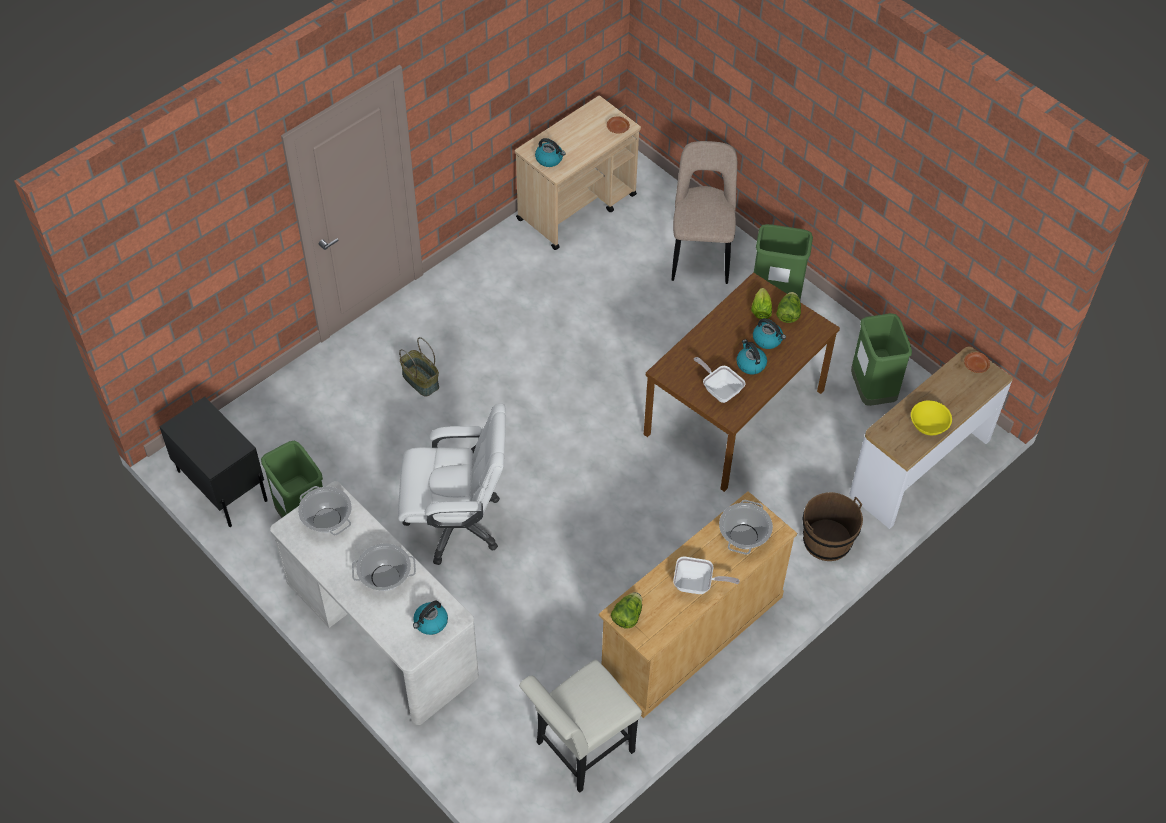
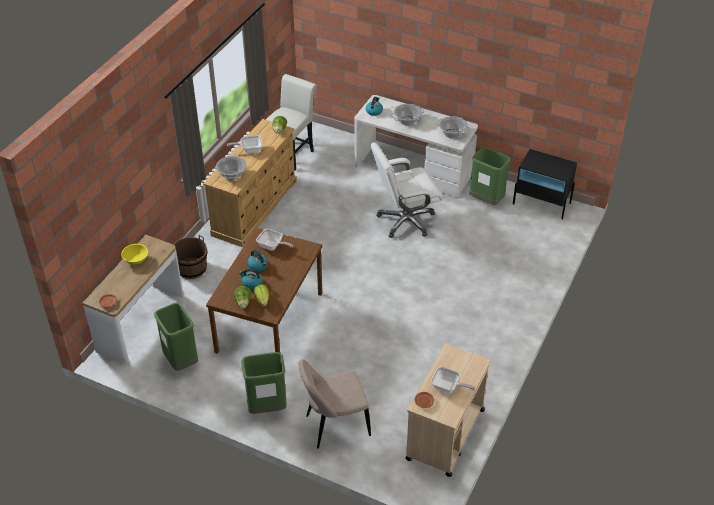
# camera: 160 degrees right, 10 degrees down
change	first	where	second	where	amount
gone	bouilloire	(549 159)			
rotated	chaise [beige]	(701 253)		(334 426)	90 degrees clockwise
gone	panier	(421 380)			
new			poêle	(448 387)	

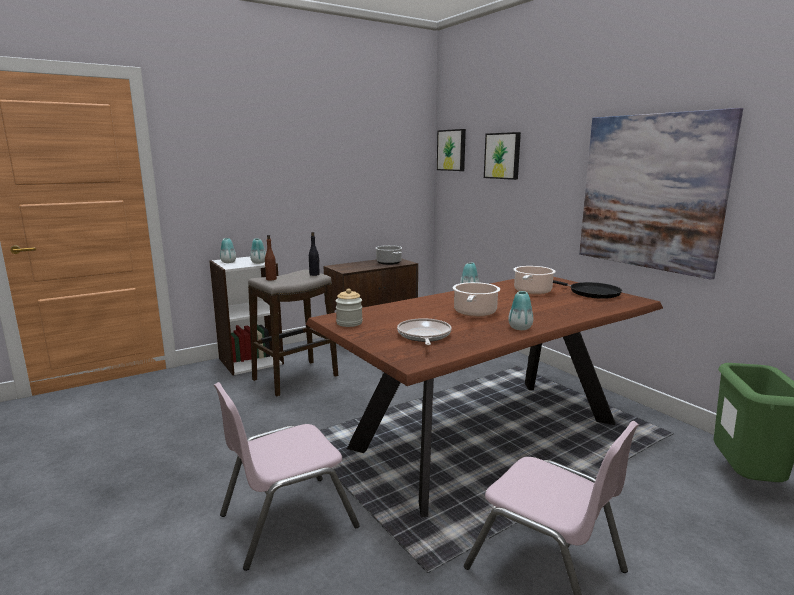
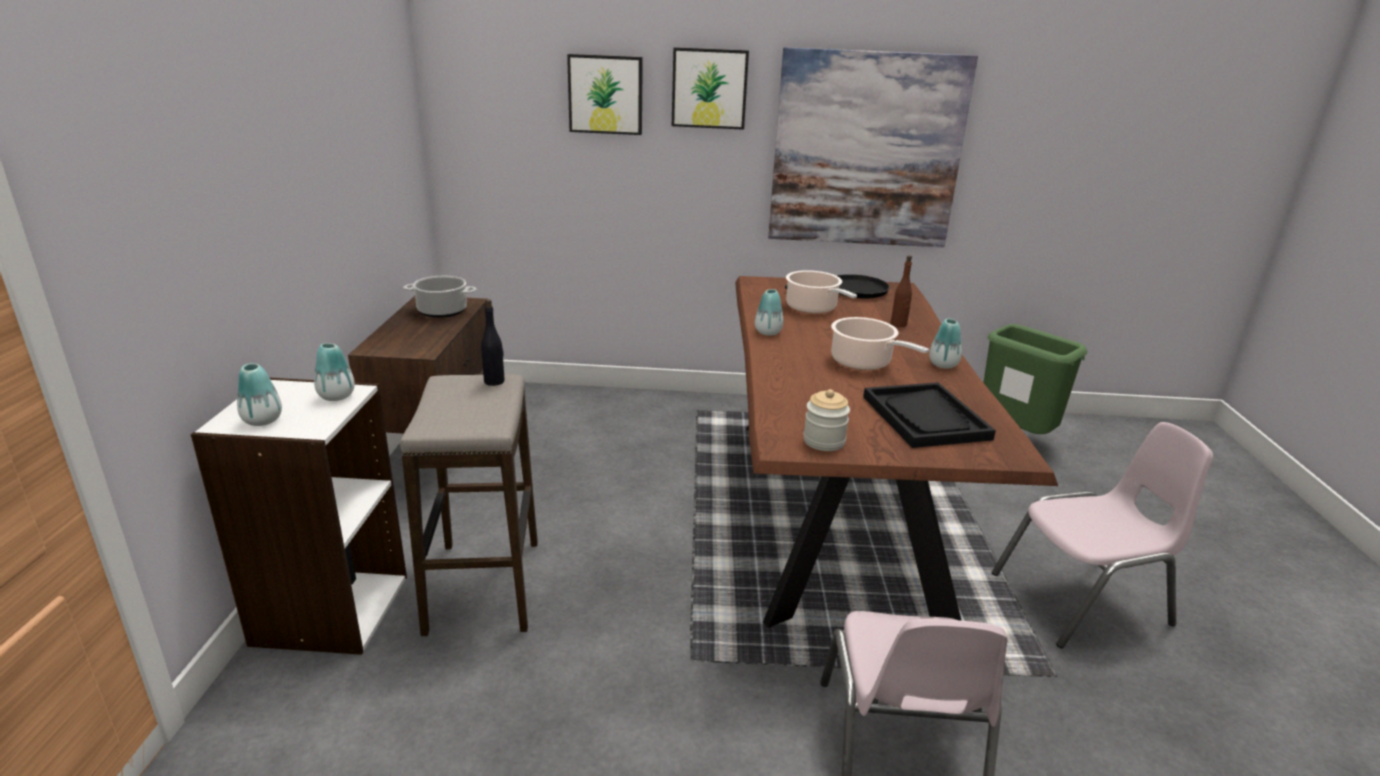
# camera: 55 degrees left, 10 degrees up
change	first	where	second	where	amount
shifted	tableau	(452 150)		(709 88)	
shifted	bouteille [marron]	(271 279)		(898 324)	
swapped	poêle	(424 336)	plateau [noir]	(925 418)	

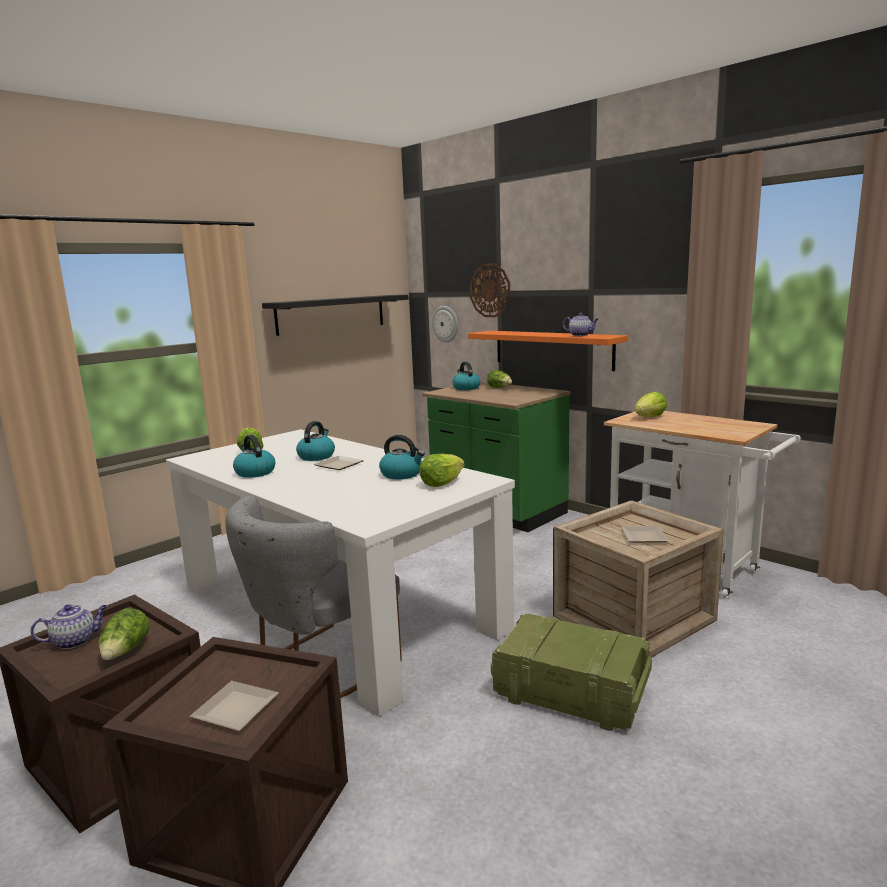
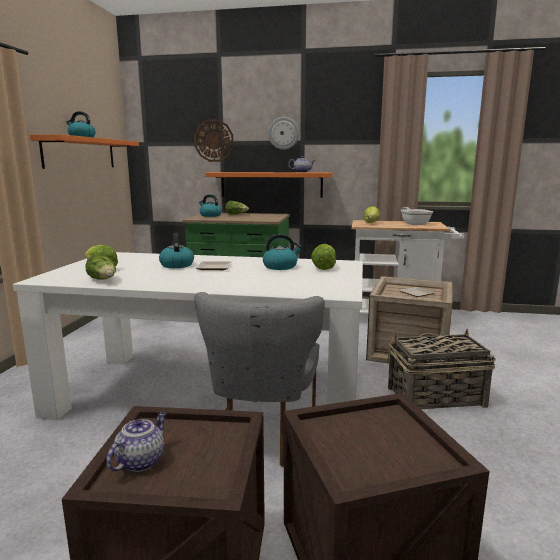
# camera: 35 degrees left, 0 degrees up
change	first	where	second	where	amount
repainted	étagère [noir]	(331 314)	étagère [orange]	(80 153)	
shifted	horloge murale	(445 324)		(283 133)	
shifted	bouilloire	(254 472)		(81 137)	
shifted	laitue	(125 651)		(103 280)	
swapped	caisse	(568 692)	panier	(434 397)	
gone	assiette	(236 711)			
new			poêle	(414 223)	

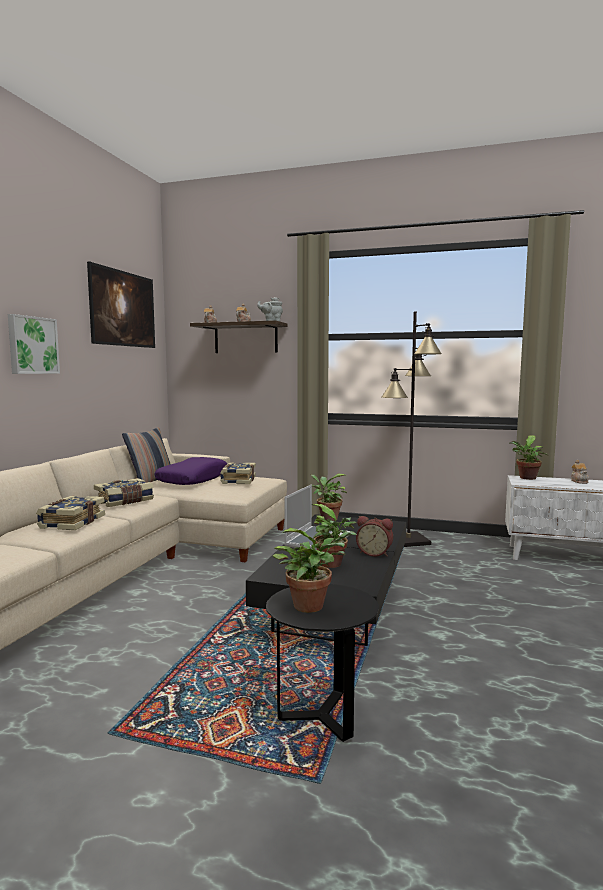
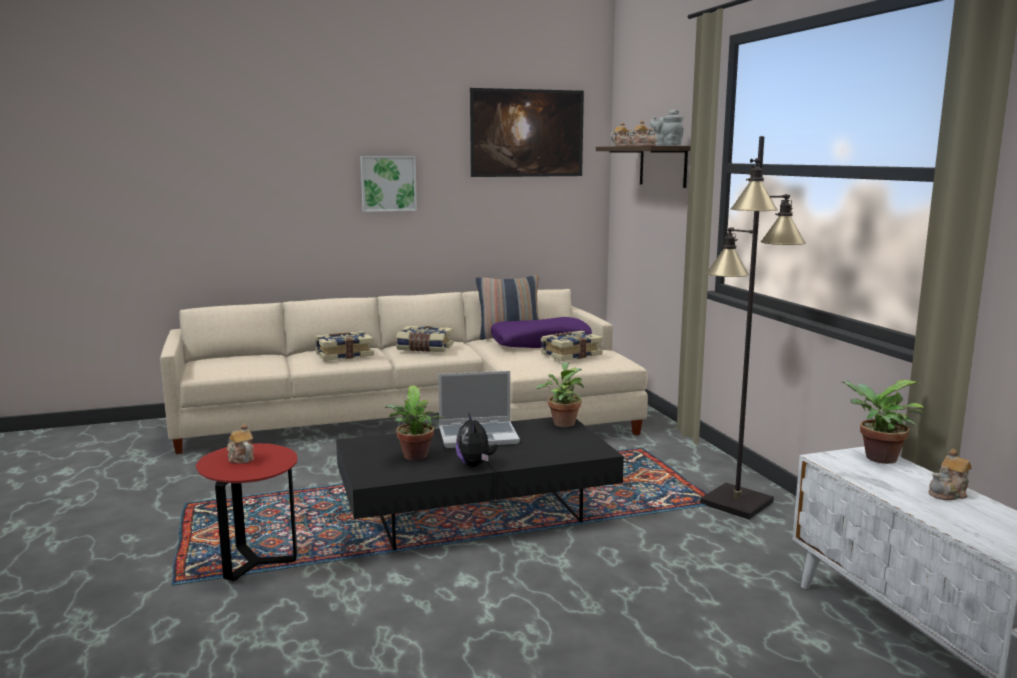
# camera: 55 degrees right, 5 degrees up
change	first	where	second	where	amount
swapped	réveil	(374 553)	peluche	(475 465)	
swapped	plante en pot	(312 605)	théière	(240 458)	
repainted	table d'appoint [noir]	(321 717)	table d'appoint [rouge]	(255 563)	

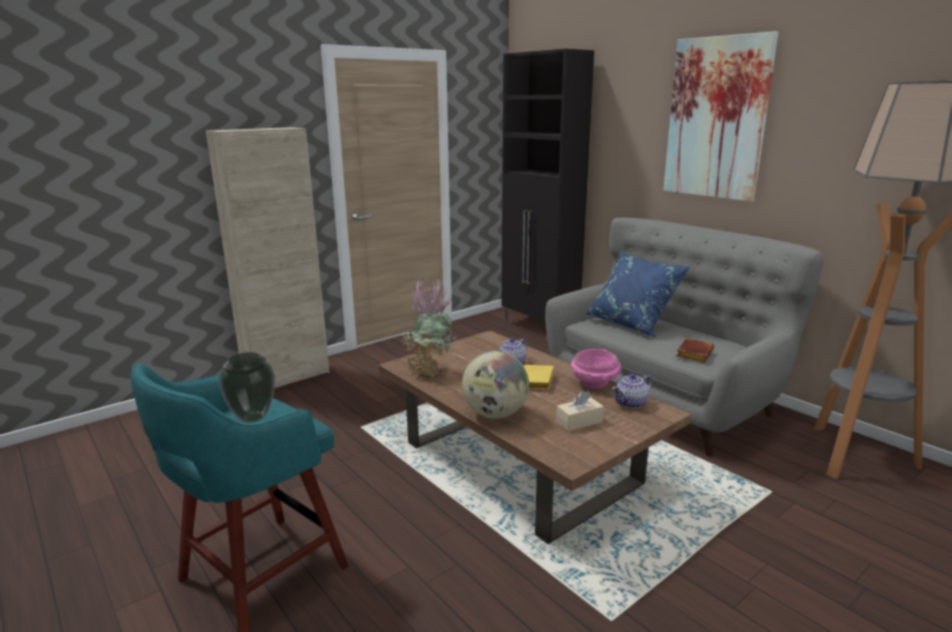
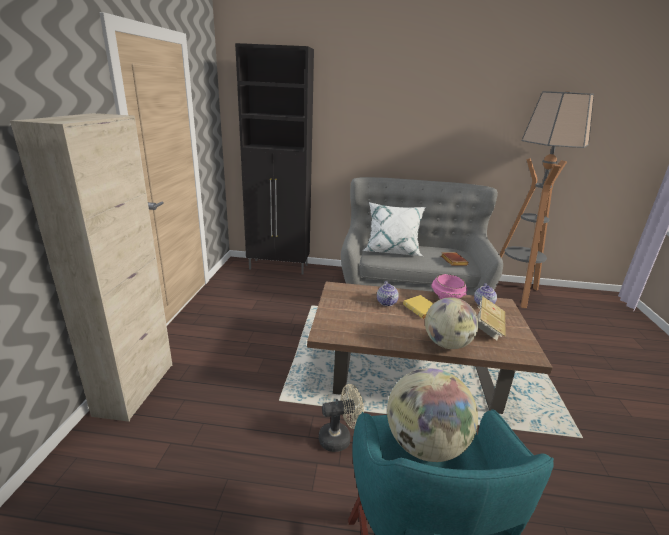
# camera: 45 degrees left, 5 degrees up
change	first	where	second	where	amount
gone	tableau	(716 119)			
repainted	coussin [bleu]	(632 324)	coussin [blanc]	(392 250)	
gone	plante en pot	(429 371)			
swapped	vase	(251 418)	globe	(424 445)	
swapped	boîte à mouchoirs [beige]	(579 421)	livre	(488 327)	
new			ventilateur [beige]	(340 438)	

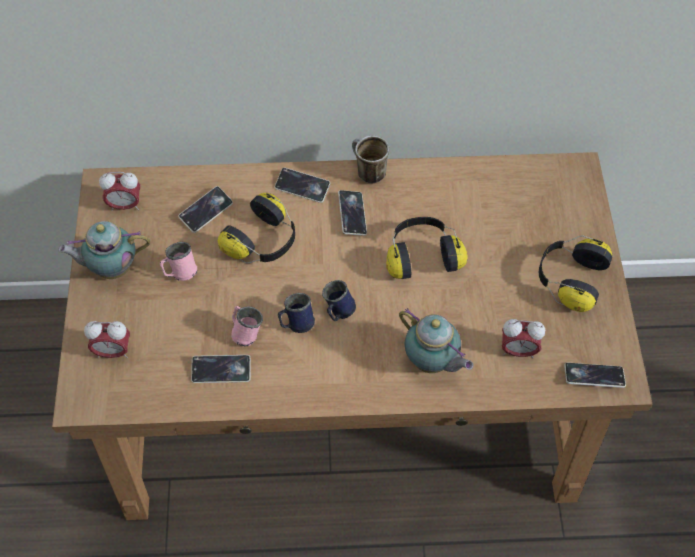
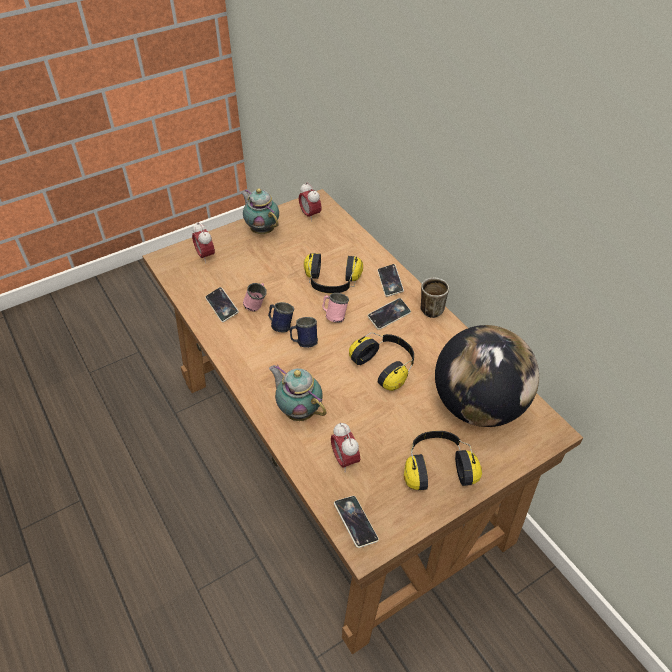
# camera: 60 degrees right, 10 degrees down
change	first	where	second	where	amount
gone	téléphone	(206 211)			
shifted	mug [rose]	(180 272)		(334 316)	
rotated	théière	(432 362)		(298 410)	120 degrees clockwise
new			globe	(478 406)	

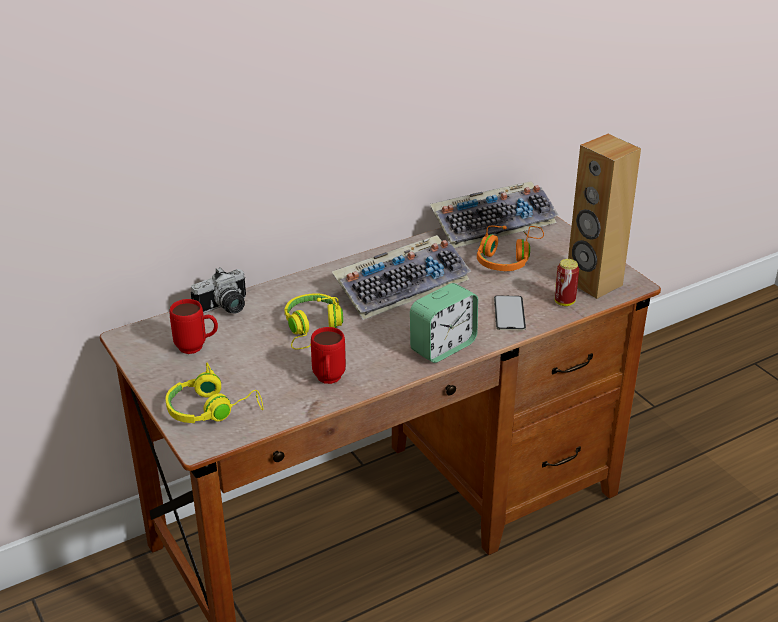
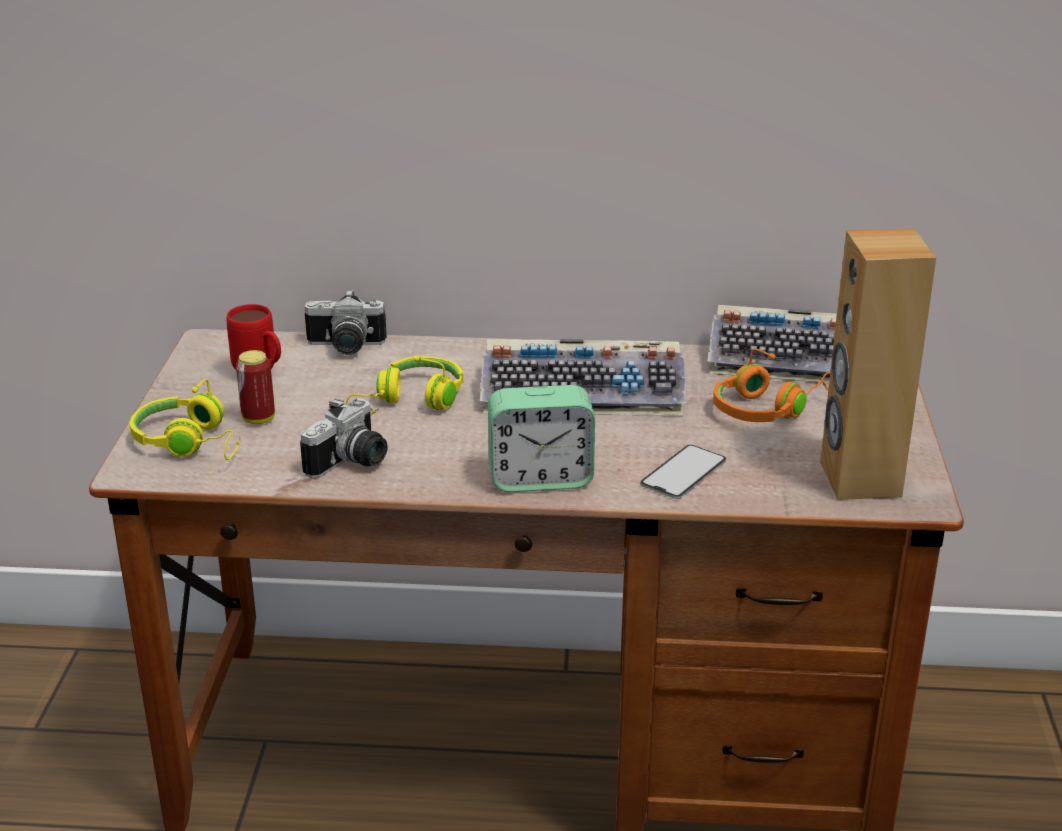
# camera: 35 degrees right, 5 degrees down
change	first	where	second	where	amount
shifted	boîte métallique	(564 302)		(258 419)	
swapped	mug [rouge]	(328 381)	appareil photo	(352 463)	

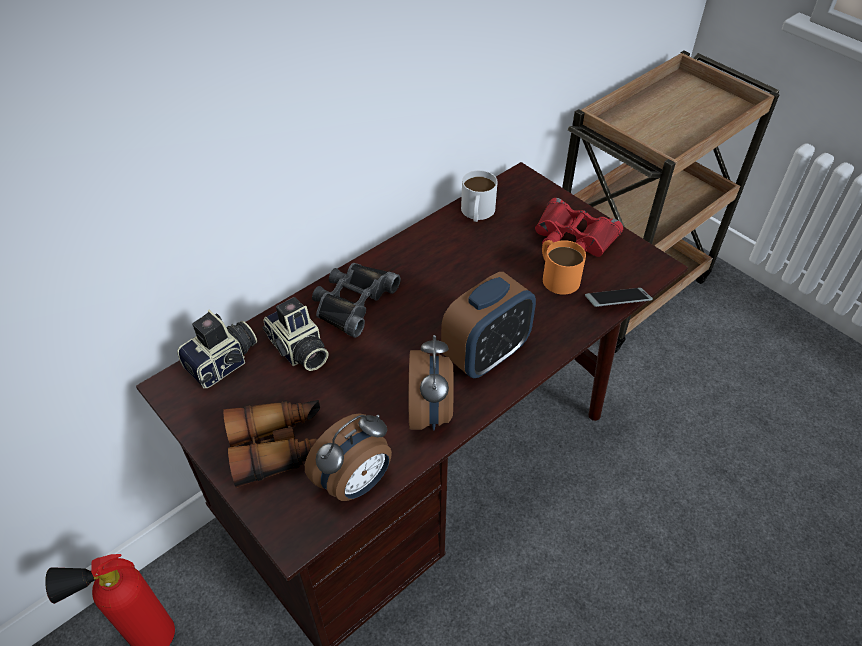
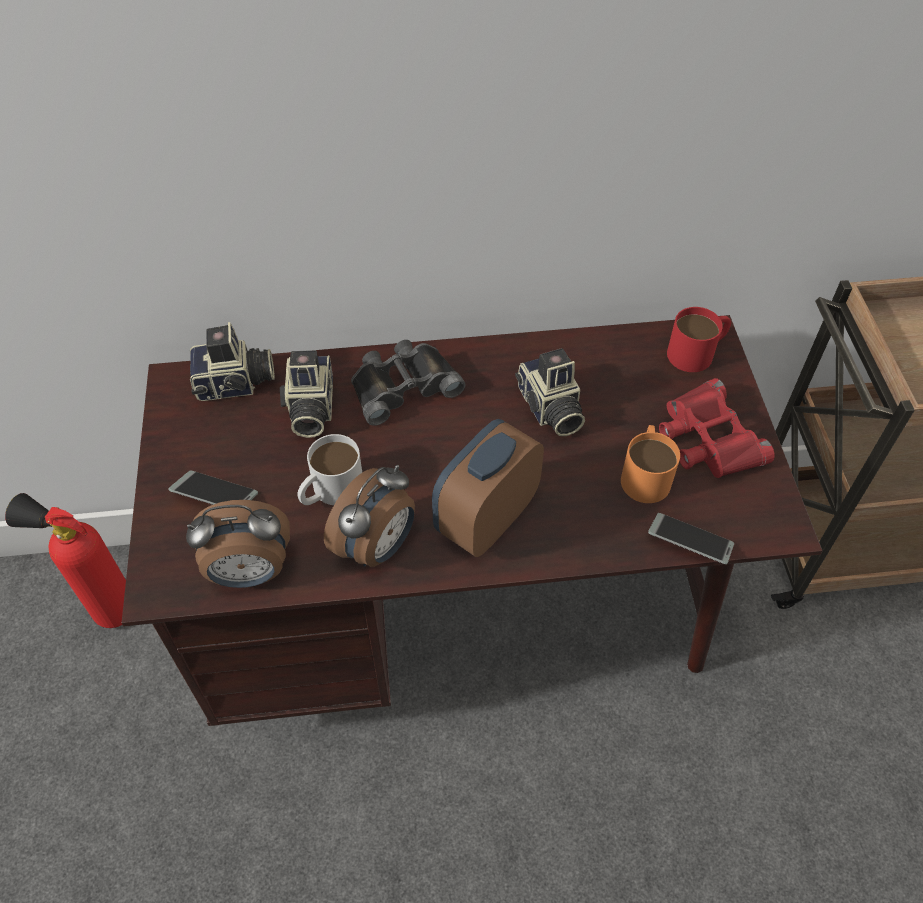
# camera: 35 degrees right, 5 degrees up
change	first	where	second	where	amount
shifted	mug [blanc]	(477 213)		(330 491)	
rotated	réveil	(486 355)		(486 519)	135 degrees clockwise
swapped	jumelles	(280 447)	téléphone	(215 496)	
new			mug [rouge]	(697 352)	
new			appareil photo	(549 409)	

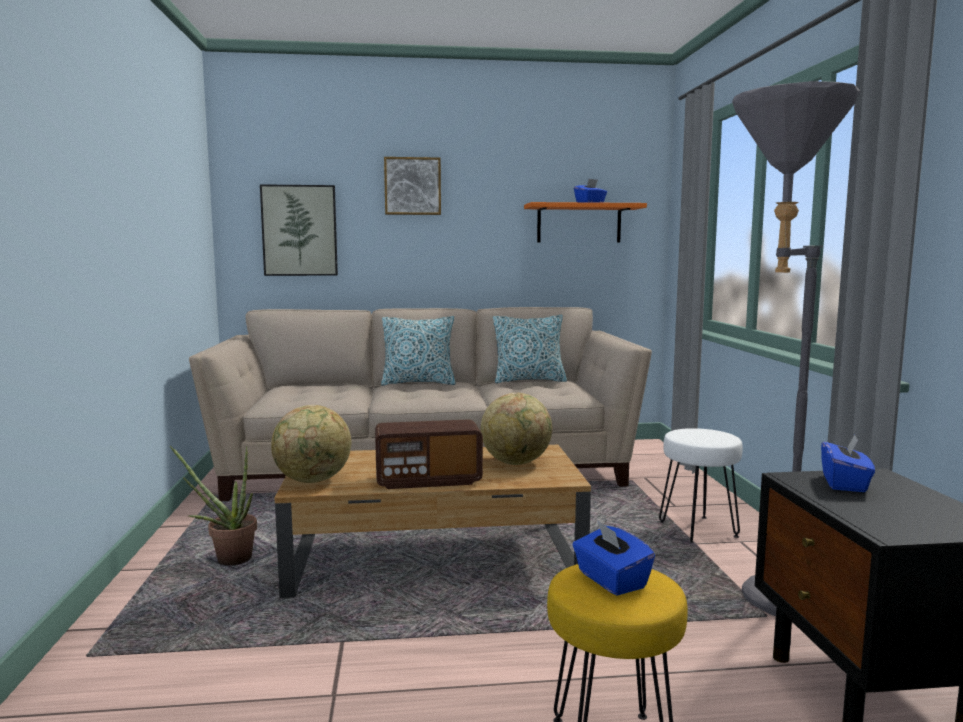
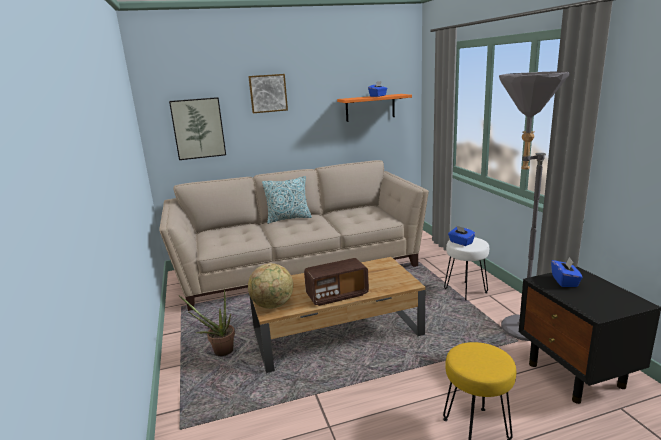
# camera: 10 degrees left, 10 degrees up
change	first	where	second	where	amount
gone	coussin	(529 380)			
gone	globe	(516 463)			
shifted	boîte à mouchoirs [bleu]	(610 580)		(461 242)	

